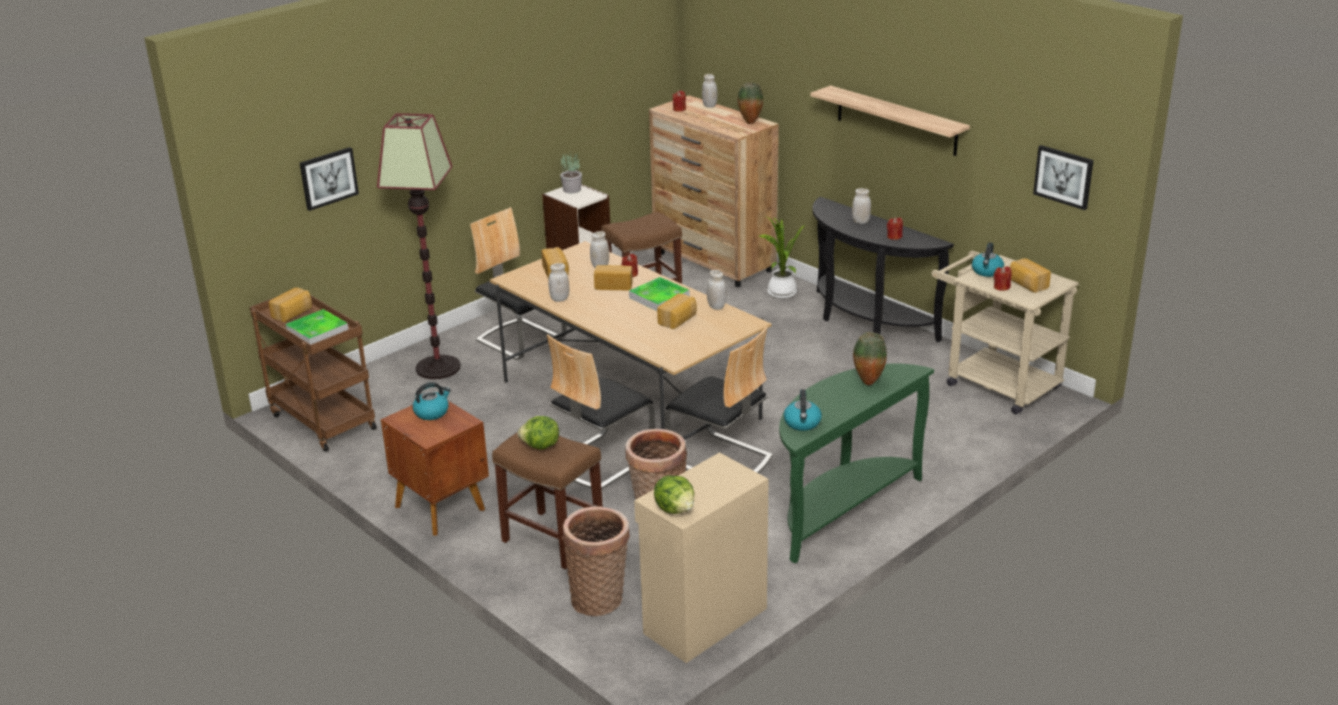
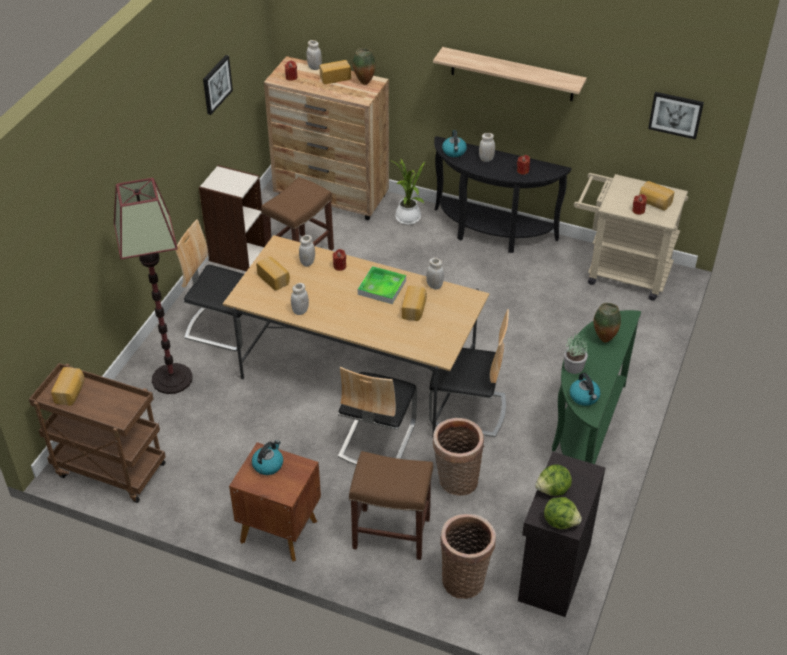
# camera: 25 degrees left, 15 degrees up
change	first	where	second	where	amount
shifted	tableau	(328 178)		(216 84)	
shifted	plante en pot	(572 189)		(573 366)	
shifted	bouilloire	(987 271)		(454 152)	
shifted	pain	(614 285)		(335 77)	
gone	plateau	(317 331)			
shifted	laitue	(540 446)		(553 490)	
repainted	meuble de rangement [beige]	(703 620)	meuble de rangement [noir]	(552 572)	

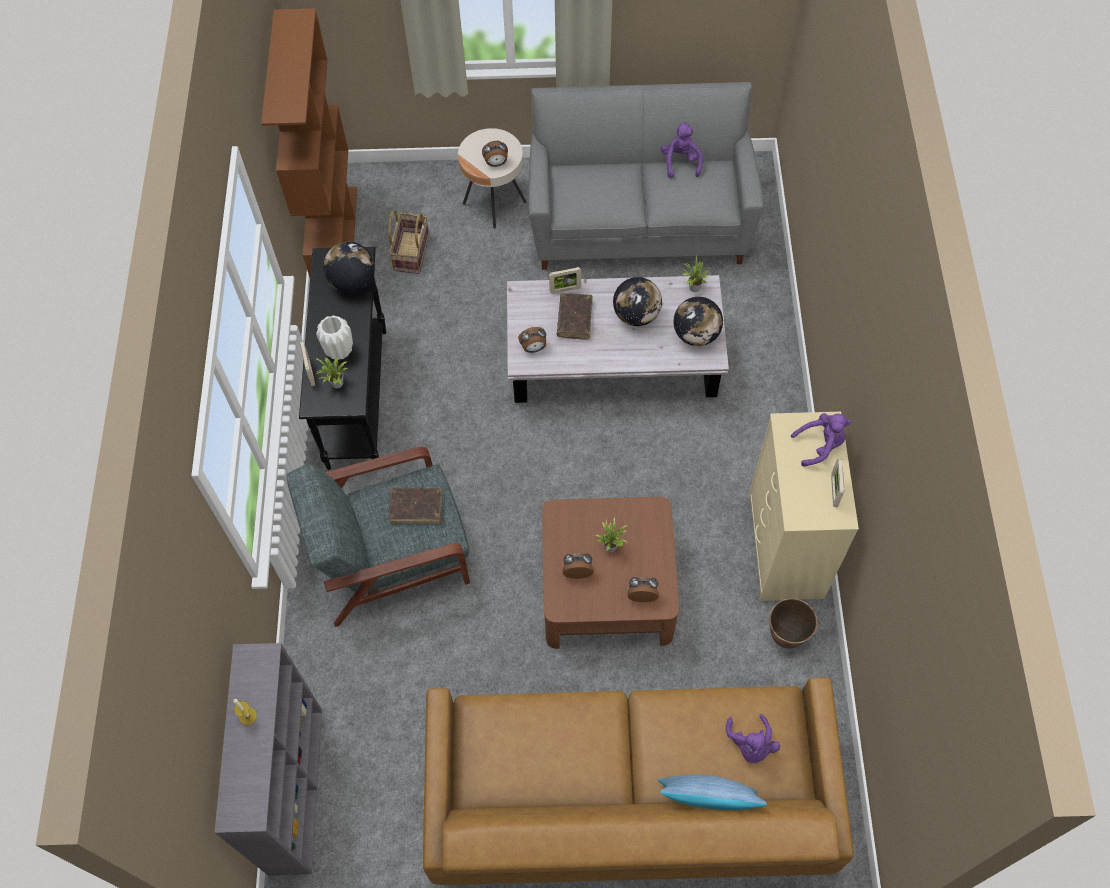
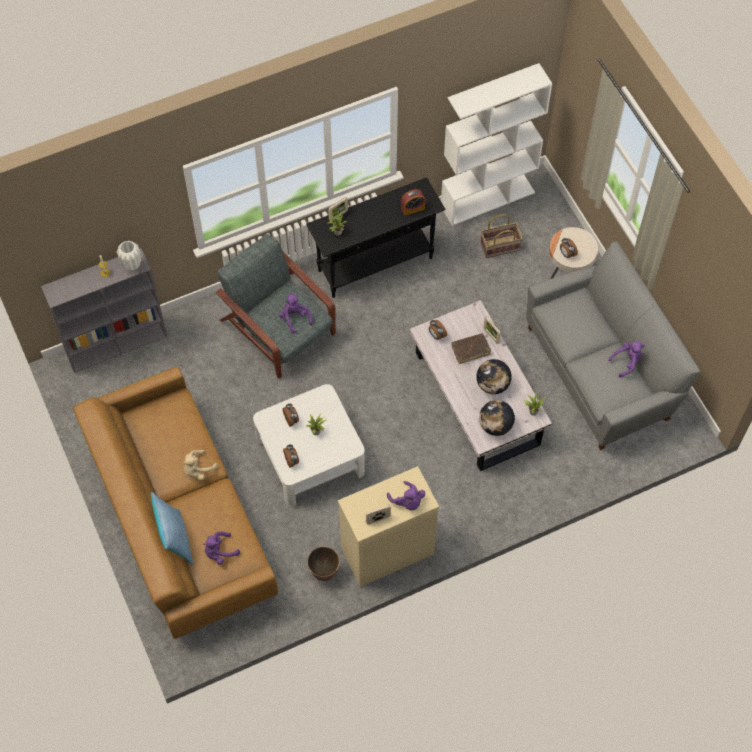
# camera: 65 degrees right, 0 degrees up
change	first	where	second	where	amount
repainted	bibliothèque [marron]	(335 238)	bibliothèque [blanc]	(488 199)	
swapped	globe	(353 281)	réveil	(413 208)	
shifted	vase [blanc]	(339 351)		(131 264)	
swapped	livre [marron]	(416 508)	peluche [violet]	(294 318)	
repainted	table basse [marron]	(606 588)	table basse [blanc]	(309 456)	
new			peluche [beige]	(198 470)	

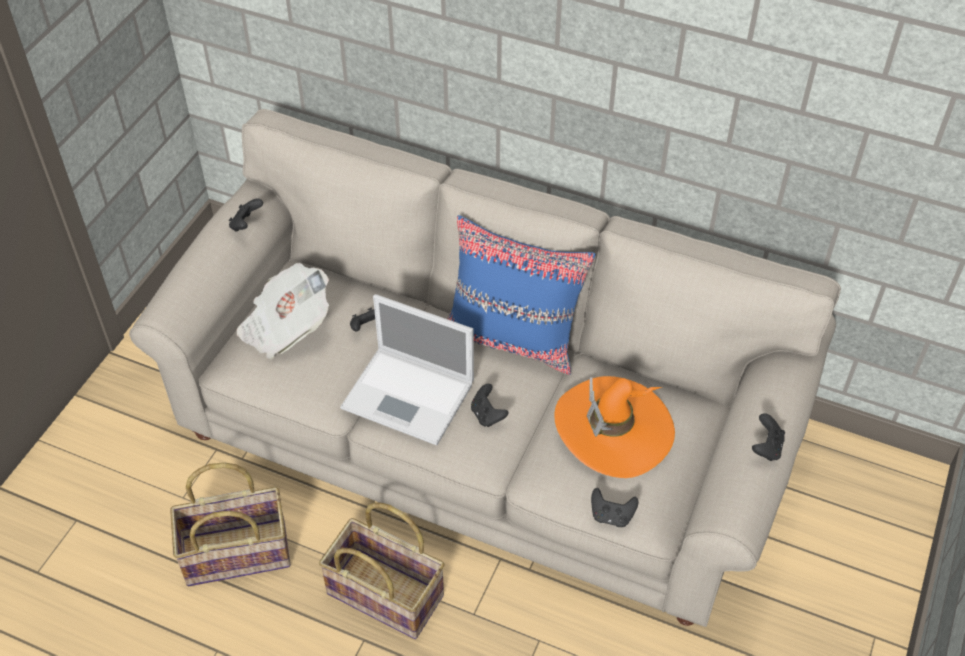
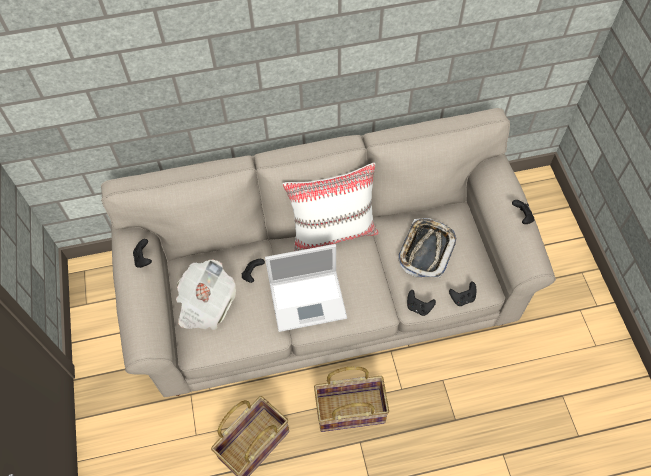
# camera: 35 degrees left, 10 degrees up
change	first	where	second	where	amount
repainted	coussin [bleu]	(513 339)	coussin [blanc]	(333 231)	
swapped	chapeau [orange]	(613 429)	plateau	(426 250)	
shifted	manette [noir]	(487 415)		(418 307)	

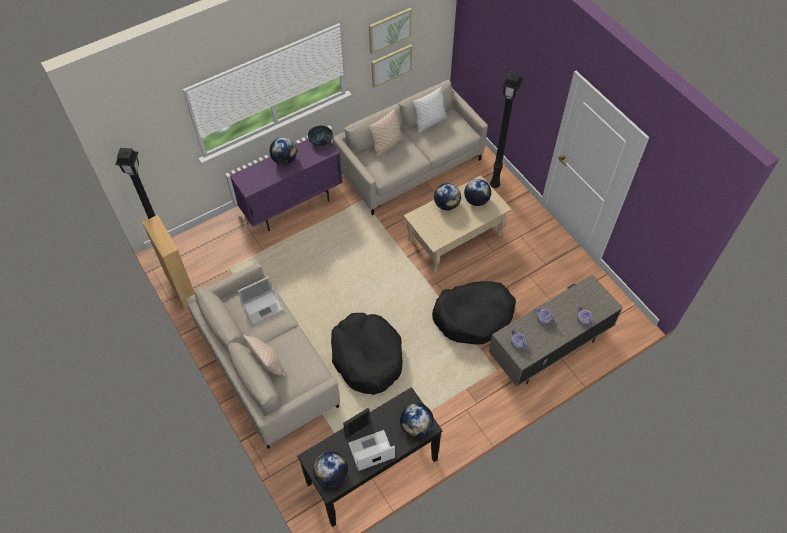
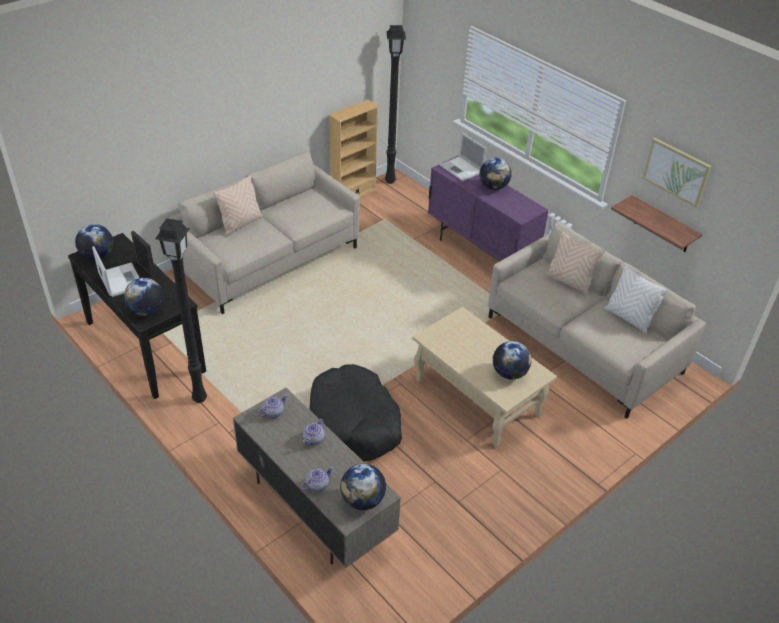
# camera: 80 degrees right, 15 degrees down
change	first	where	second	where	amount
swapped	tableau	(391 65)	étagère	(662 225)	
shifted	lampadaire [noir]	(494 184)		(201 398)	
gone	bol	(321 140)			
shifted	globe	(446 205)		(362 500)	
shifted	ordinateur portable	(263 306)		(462 169)	
gone	panier pour chien [noir]	(367 357)			

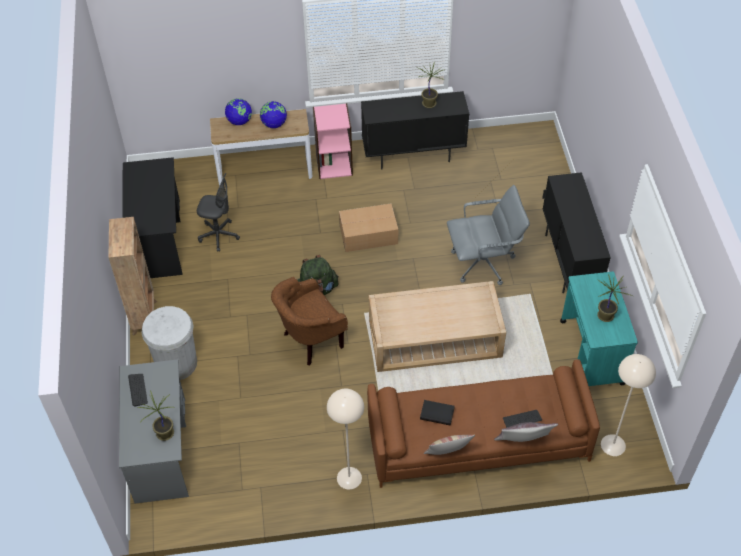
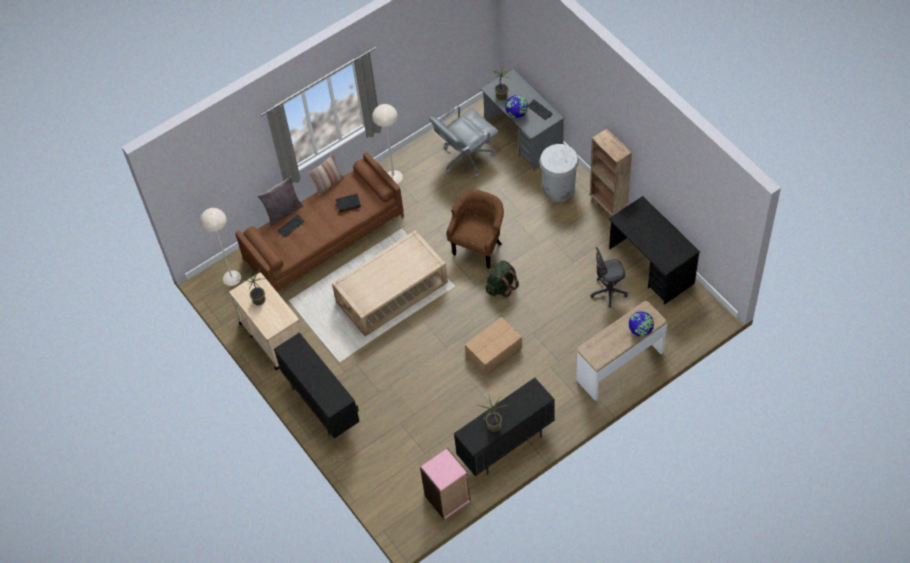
# camera: 155 degrees right, 5 degrees up
change	first	where	second	where	amount
shifted	globe	(274 124)		(517 113)	
shifted	bibliothèque [rose]	(334 165)		(448 499)	
shifted	chaise de bureau [gris]	(483 263)		(466 157)	
repainted	chariot [turquoise]	(591 353)	chariot [beige]	(272 336)	

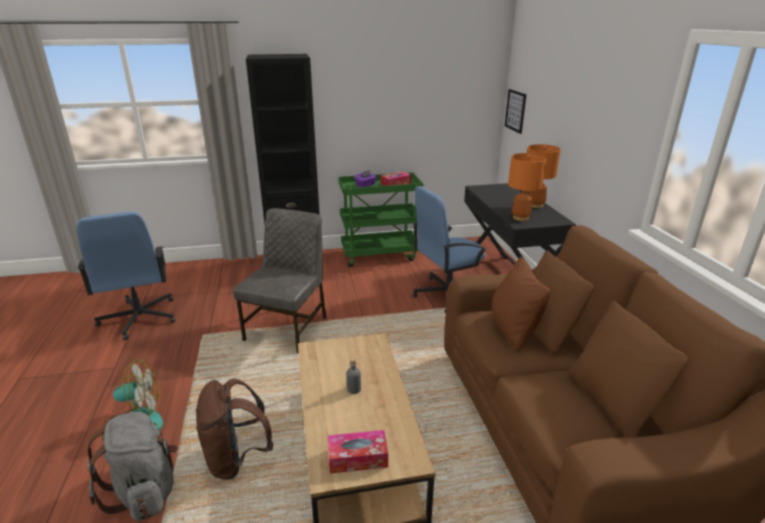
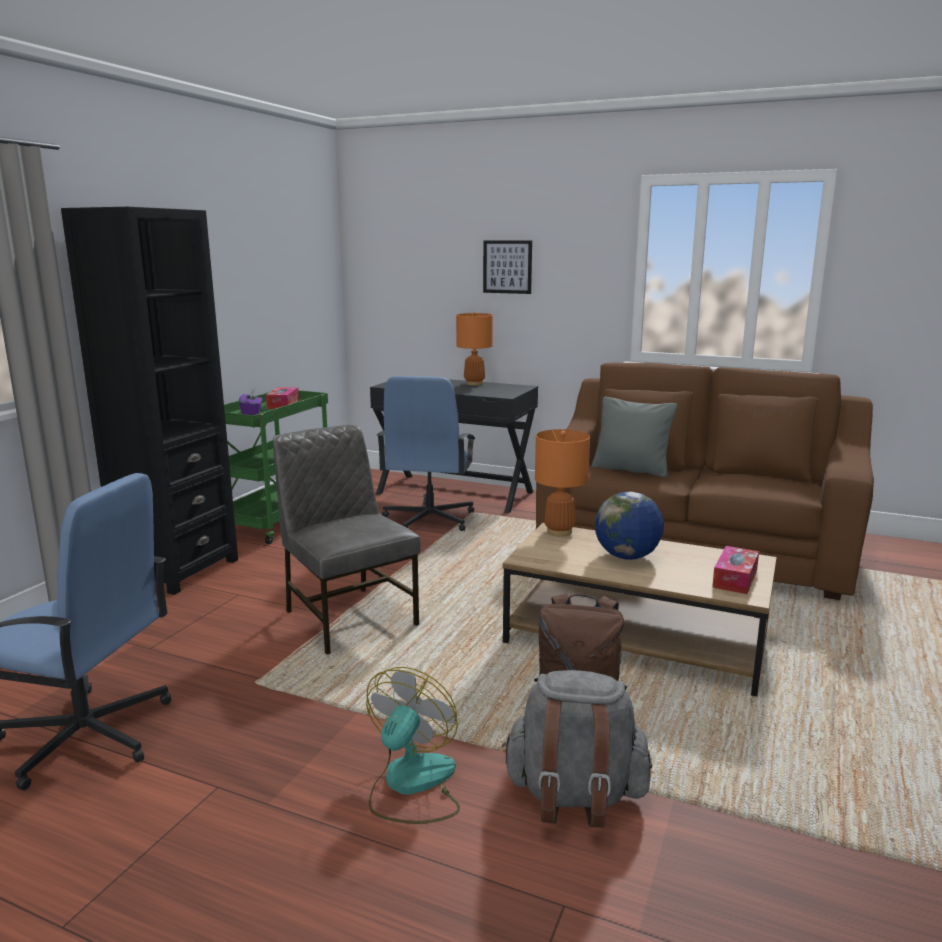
# camera: 55 degrees left, 10 degrees down
change	first	where	second	where	amount
shifted	tableau	(515 111)		(507 267)	
shifted	lampe de table [orange]	(520 218)		(559 532)	
repainted	coussin [marron]	(513 330)	coussin [gris]	(631 470)	
swapped	bouteille [gris]	(354 389)	globe	(627 557)	

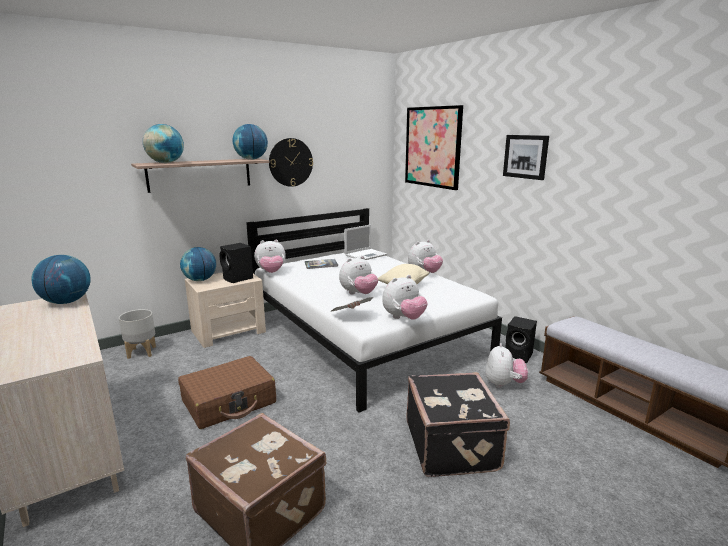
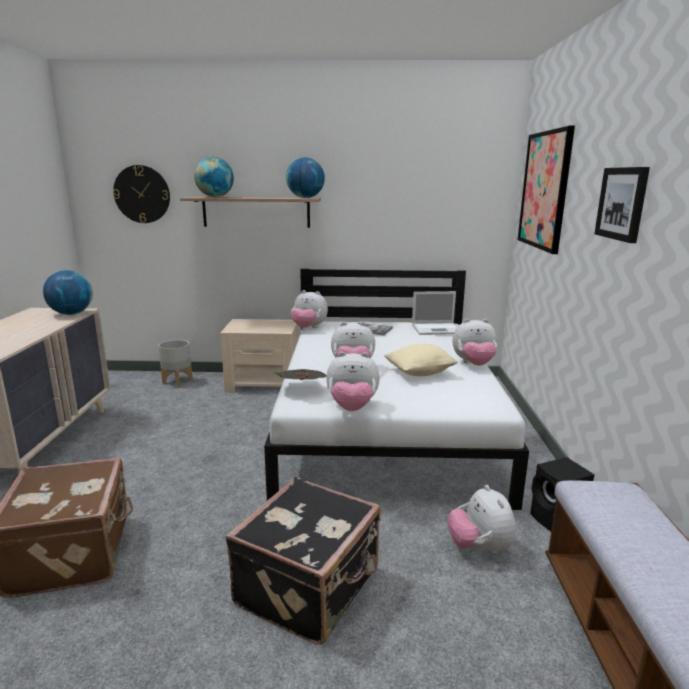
# camera: 35 degrees right, 0 degrees up
change	first	where	second	where	amount
shifted	horloge murale	(291 162)		(142 194)	
gone	enceinte [noir]	(238 279)			
gone	globe	(200 280)			
rotated	peluche	(504 384)		(479 547)	120 degrees clockwise
gone	valise [marron]	(229 402)			

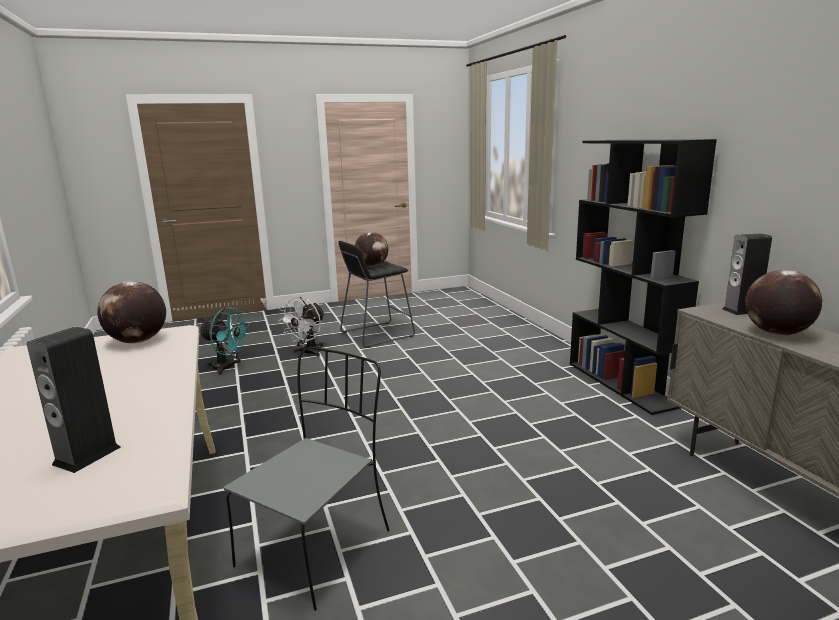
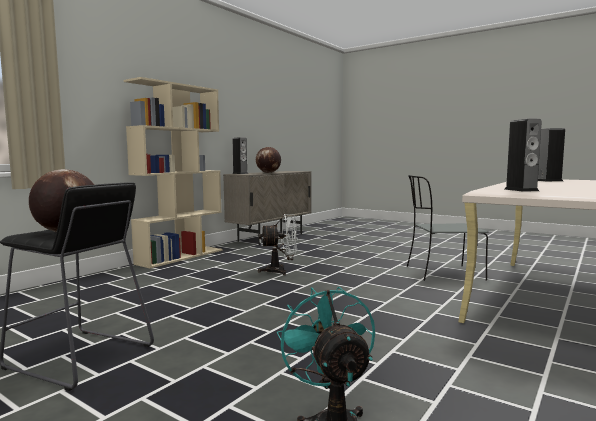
# camera: 125 degrees left, 10 degrees down
change	first	where	second	where	amount
repainted	bibliothèque [noir]	(622 384)	bibliothèque [beige]	(180 256)	
swapped	globe	(137 341)	enceinte	(521 190)	
shifted	ventilateur [blanc]	(308 353)		(280 271)	

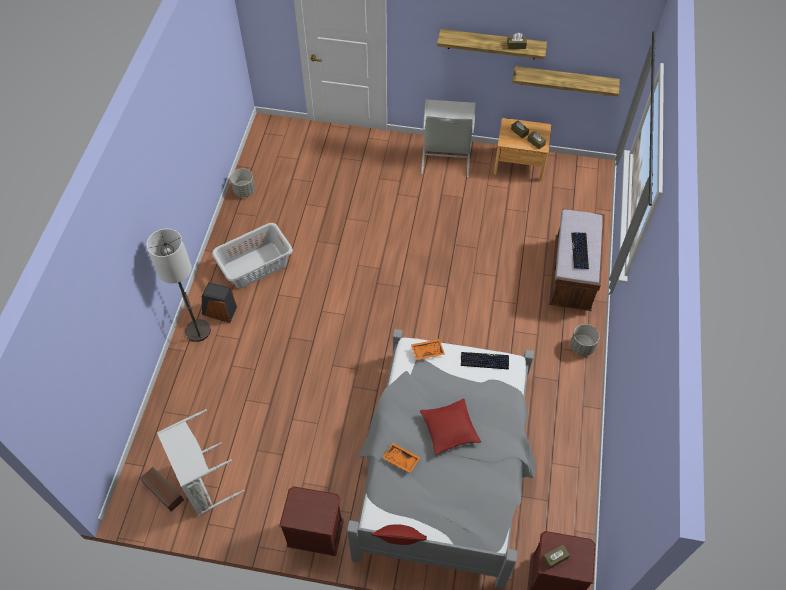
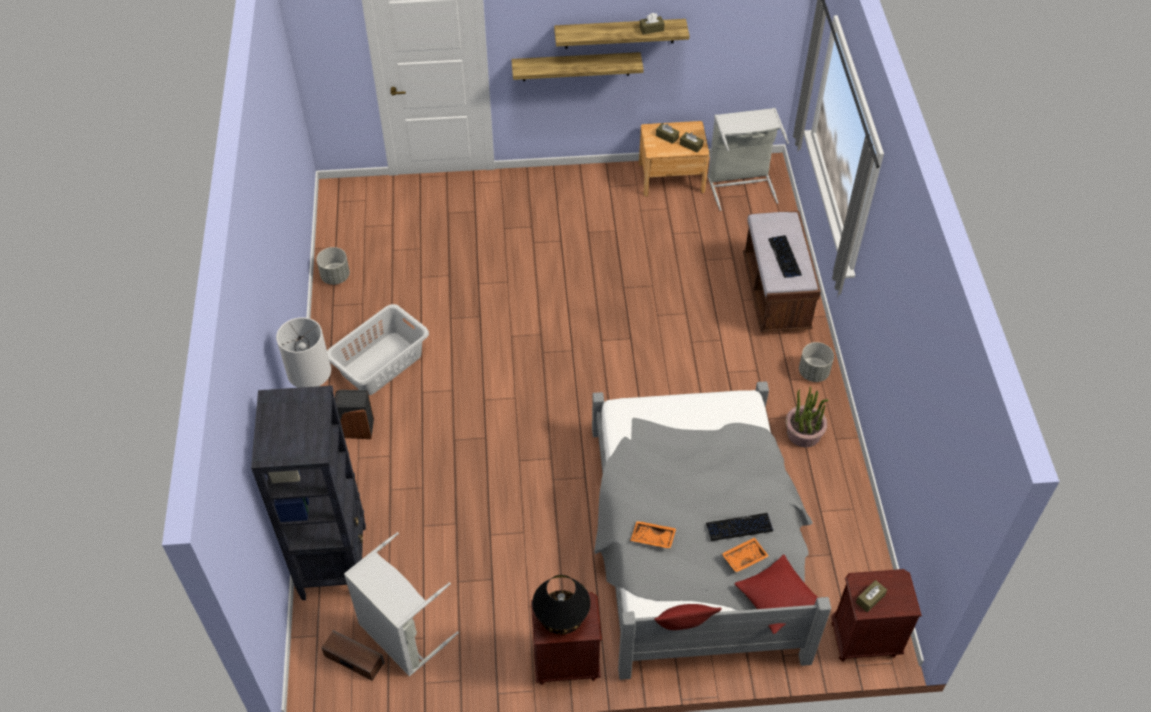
# camera: 15 degrees left, 5 degrees down
change	first	where	second	where	amount
shifted	étagère	(565 80)		(576 66)	
shifted	panier à linge [gris]	(446 157)		(740 184)	
shifted	plateau [orange]	(427 351)		(744 557)	
shifted	clavier	(484 361)		(739 527)	
shifted	coussin [rouge]	(449 429)		(777 598)	
new			bibliothèque [noir]	(334 561)	
new			plante en pot	(803 433)	
new			lampe de table [noir]	(561 617)	

